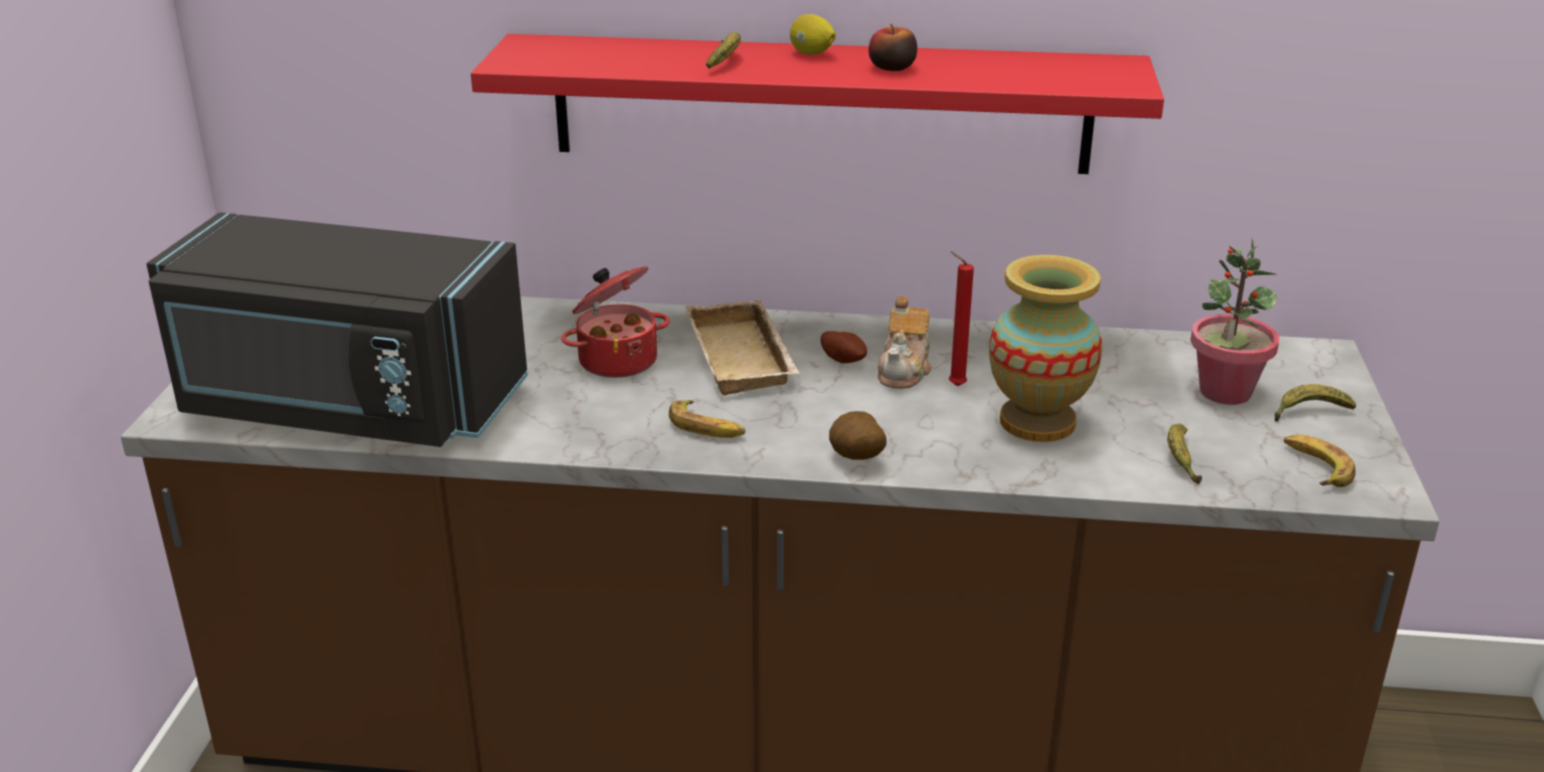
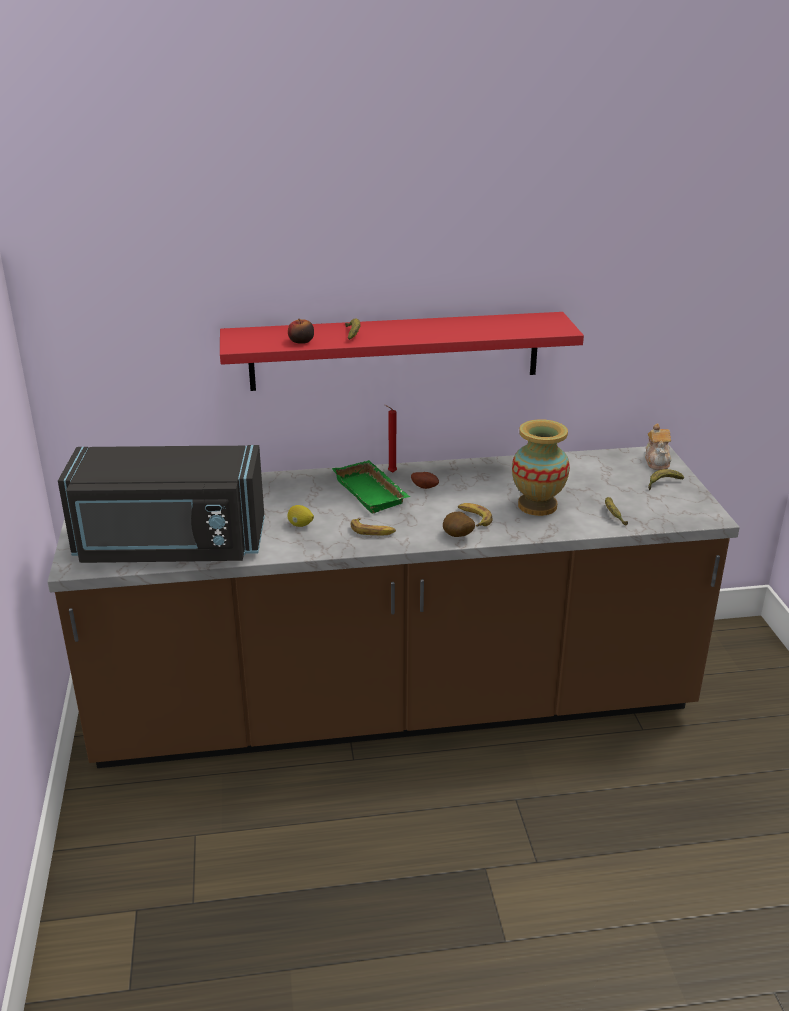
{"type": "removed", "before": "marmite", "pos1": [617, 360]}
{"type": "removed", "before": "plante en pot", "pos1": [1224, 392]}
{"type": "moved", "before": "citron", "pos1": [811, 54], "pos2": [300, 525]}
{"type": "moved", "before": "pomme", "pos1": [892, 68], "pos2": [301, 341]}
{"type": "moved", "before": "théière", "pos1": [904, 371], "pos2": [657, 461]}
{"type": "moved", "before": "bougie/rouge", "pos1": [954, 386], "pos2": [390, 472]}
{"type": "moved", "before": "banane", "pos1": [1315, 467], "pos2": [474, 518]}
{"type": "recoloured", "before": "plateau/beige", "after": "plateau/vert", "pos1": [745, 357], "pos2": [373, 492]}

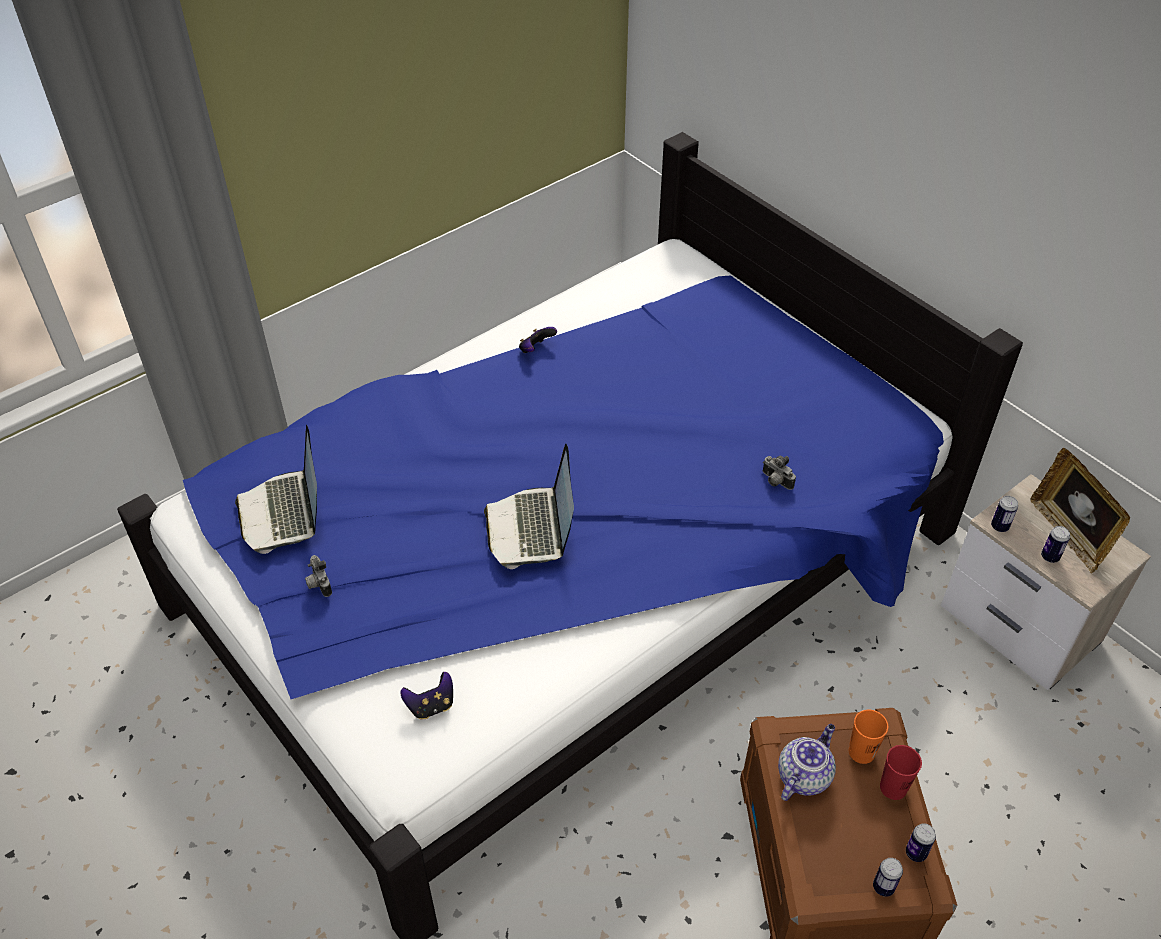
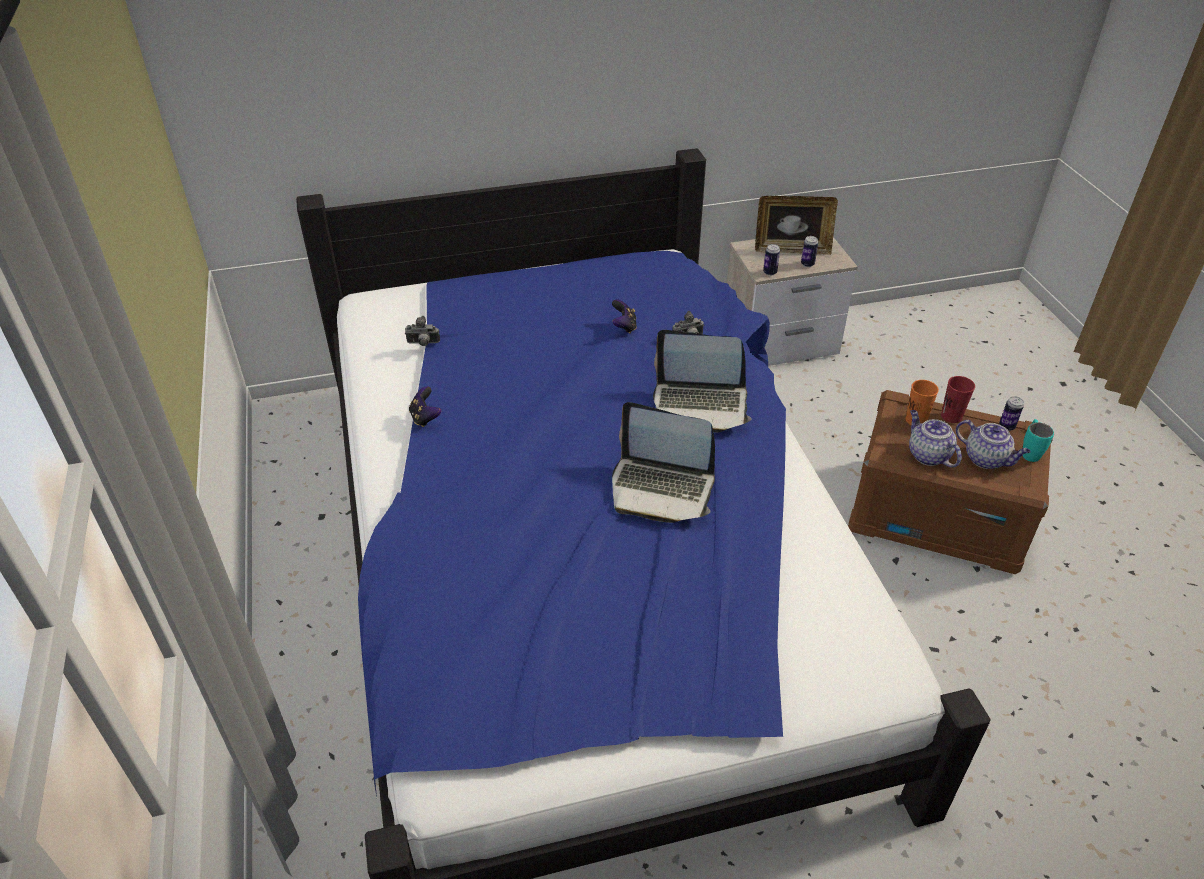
{"type": "added", "after": "théière", "pos2": [986, 459]}
{"type": "moved", "before": "ordinateur portable", "pos1": [284, 513], "pos2": [700, 405]}
{"type": "moved", "before": "appareil photo", "pos1": [318, 584], "pos2": [423, 344]}
{"type": "moved", "before": "manette", "pos1": [431, 706], "pos2": [624, 327]}
{"type": "replaced", "before": "boîte métallique", "after": "mug/turquoise", "pos1": [883, 887], "pos2": [1030, 452]}

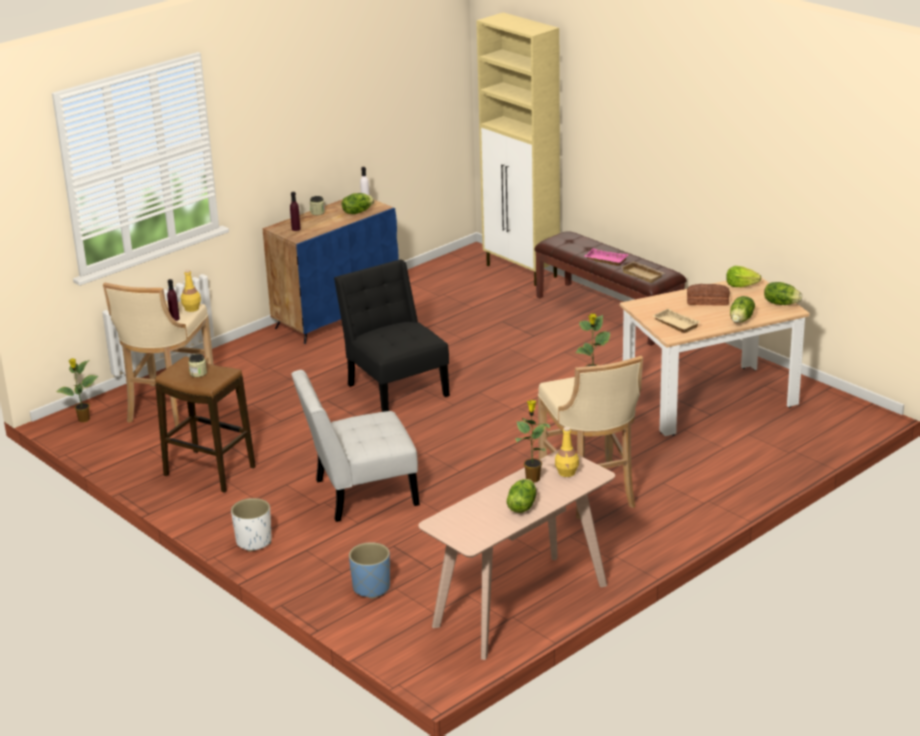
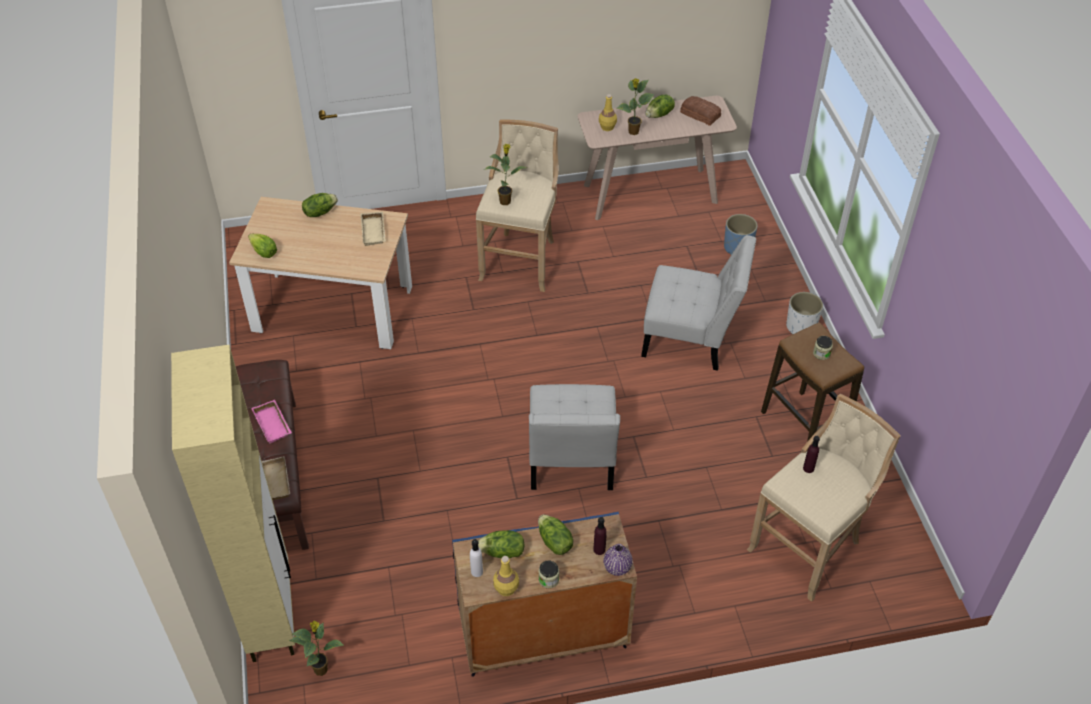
{"type": "added", "after": "vase/violet", "pos2": [617, 567]}
{"type": "moved", "before": "plante en pot", "pos1": [83, 420], "pos2": [321, 669]}
{"type": "moved", "before": "bouteille/jaune", "pos1": [191, 308], "pos2": [506, 588]}
{"type": "moved", "before": "plateau/beige", "pos1": [643, 275], "pos2": [274, 481]}
{"type": "moved", "before": "pain", "pos1": [708, 301], "pos2": [700, 114]}
{"type": "moved", "before": "laitue", "pos1": [781, 303], "pos2": [554, 542]}
{"type": "recoloured", "before": "chaise/noir", "after": "chaise/blanc", "pos1": [395, 388], "pos2": [571, 462]}

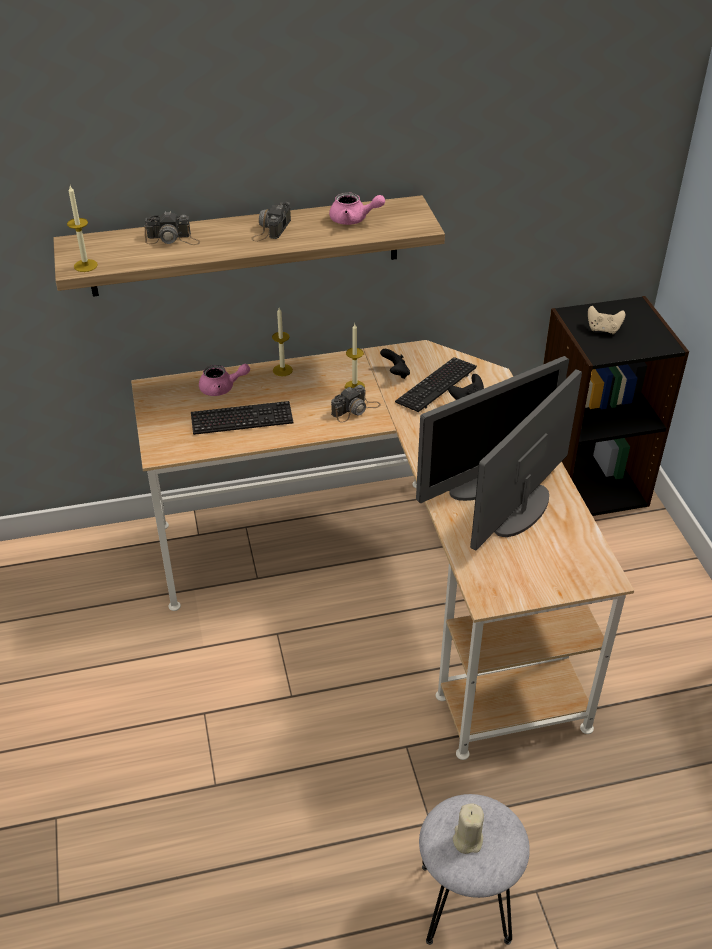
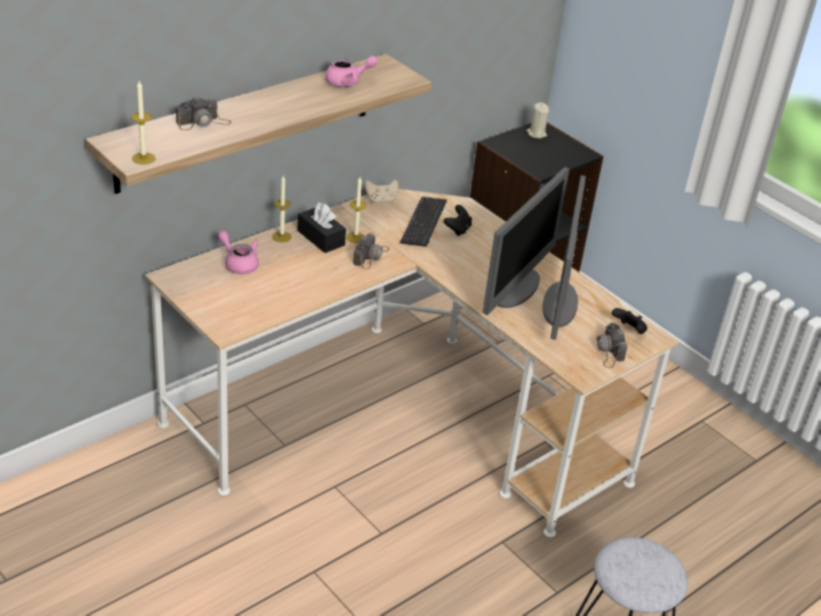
{"type": "removed", "before": "clavier", "pos1": [242, 420]}
{"type": "added", "after": "boîte à mouchoirs/noir", "pos2": [321, 238]}
{"type": "moved", "before": "appareil photo", "pos1": [271, 229], "pos2": [609, 351]}
{"type": "moved", "before": "manette/noir", "pos1": [395, 373], "pos2": [629, 330]}
{"type": "moved", "before": "bougie/beige", "pos1": [467, 839], "pos2": [536, 134]}
{"type": "moved", "before": "manette/beige", "pos1": [603, 329], "pos2": [381, 200]}
{"type": "turned", "before": "théière/rose", "pos1": [222, 388], "pos2": [239, 263], "turn": -105}

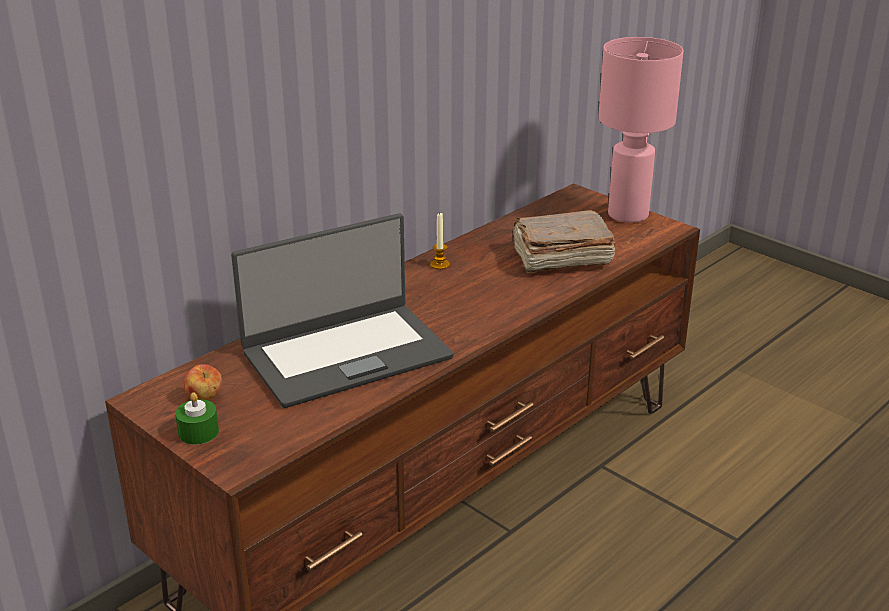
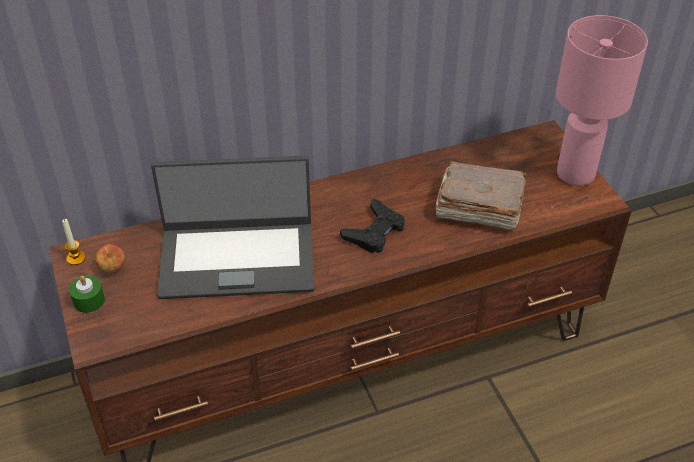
{"type": "added", "after": "manette/noir", "pos2": [374, 232]}
{"type": "moved", "before": "bougie", "pos1": [440, 265], "pos2": [76, 258]}

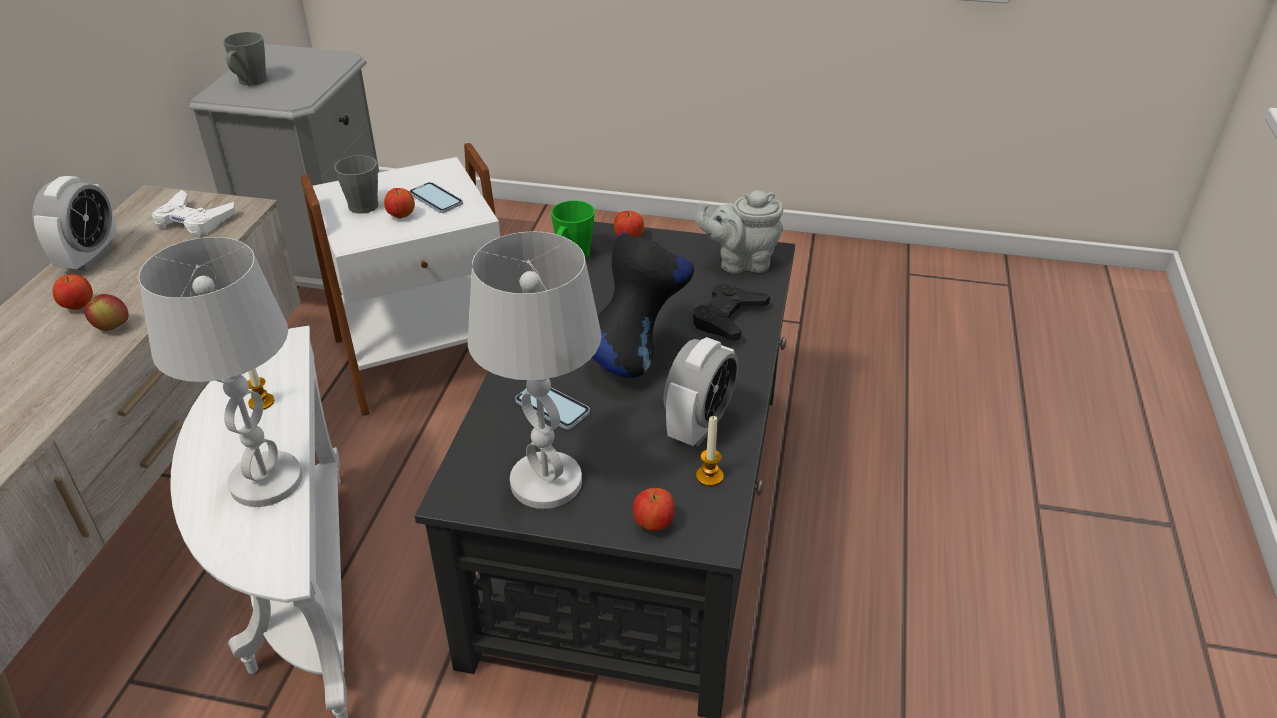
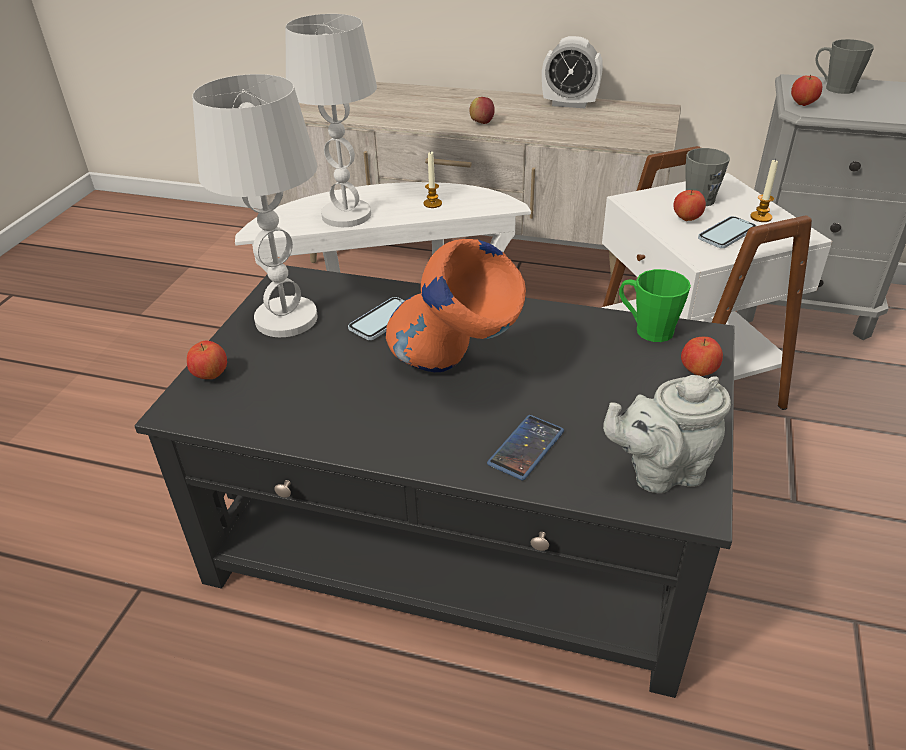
{"type": "removed", "before": "manette/blanc", "pos1": [193, 220]}
{"type": "removed", "before": "réveil", "pos1": [699, 426]}
{"type": "moved", "before": "pomme", "pos1": [78, 306], "pos2": [803, 104]}
{"type": "moved", "before": "bougie", "pos1": [709, 476], "pos2": [761, 217]}
{"type": "replaced", "before": "manette/noir", "after": "téléphone", "pos1": [728, 318], "pos2": [526, 448]}
{"type": "recoloured", "before": "vase/noir", "after": "vase/orange", "pos1": [636, 356], "pos2": [454, 372]}
{"type": "turned", "before": "théière/gris", "pos1": [741, 262], "pos2": [660, 471], "turn": -105}

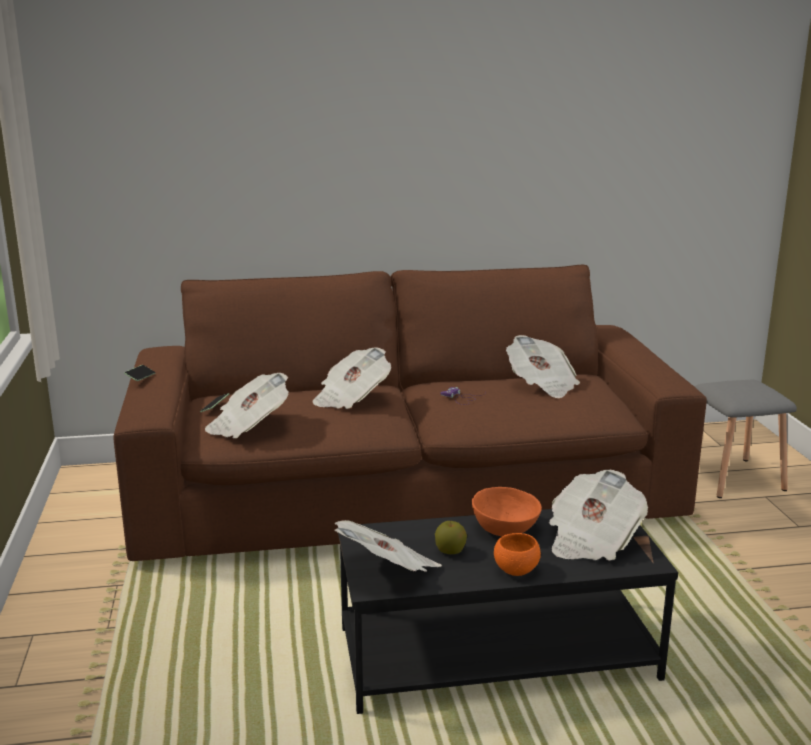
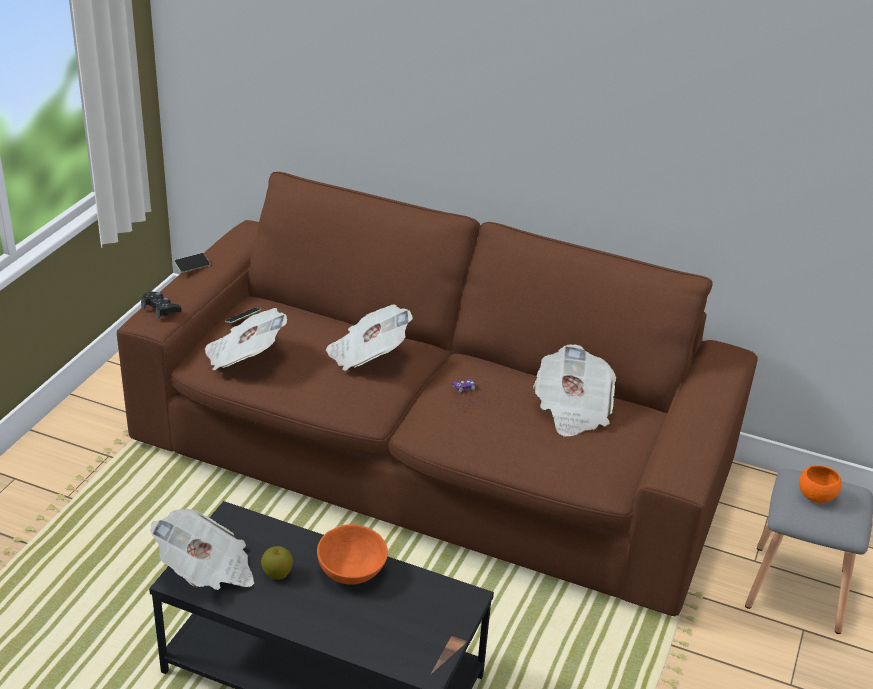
{"type": "removed", "before": "journal", "pos1": [591, 540]}
{"type": "added", "after": "manette/noir", "pos2": [161, 309]}
{"type": "moved", "before": "bol/orange", "pos1": [516, 570], "pos2": [816, 496]}

